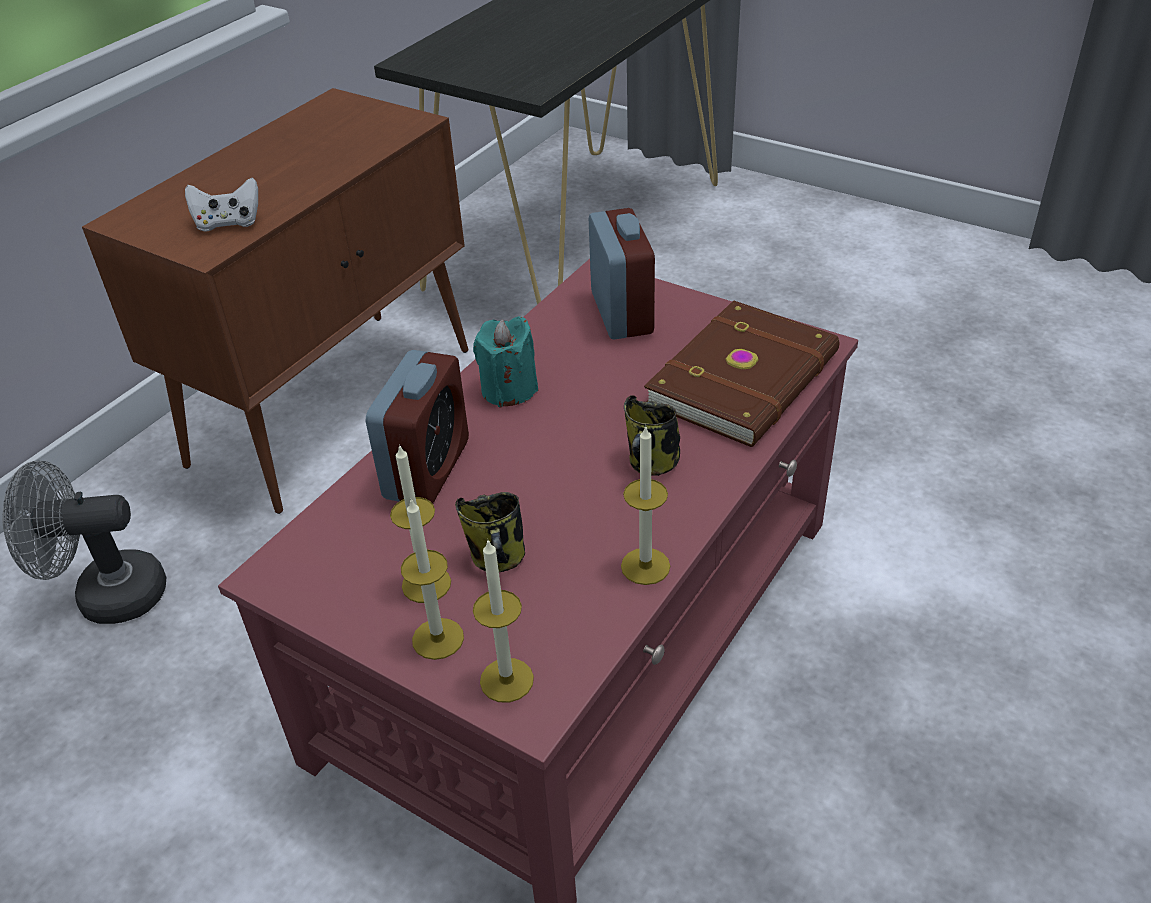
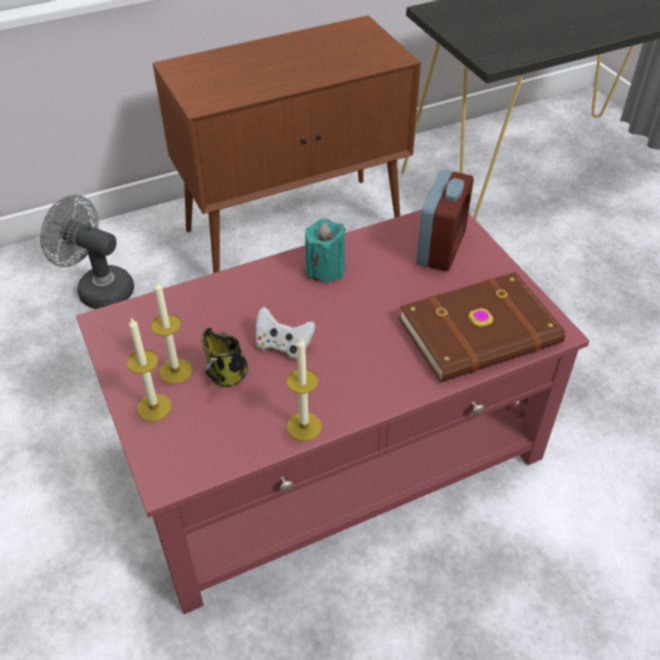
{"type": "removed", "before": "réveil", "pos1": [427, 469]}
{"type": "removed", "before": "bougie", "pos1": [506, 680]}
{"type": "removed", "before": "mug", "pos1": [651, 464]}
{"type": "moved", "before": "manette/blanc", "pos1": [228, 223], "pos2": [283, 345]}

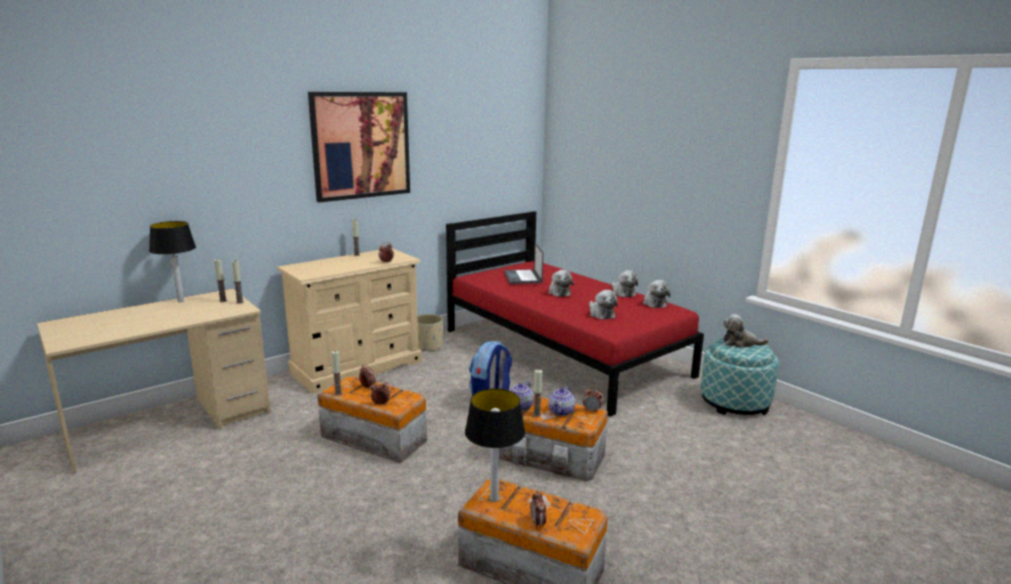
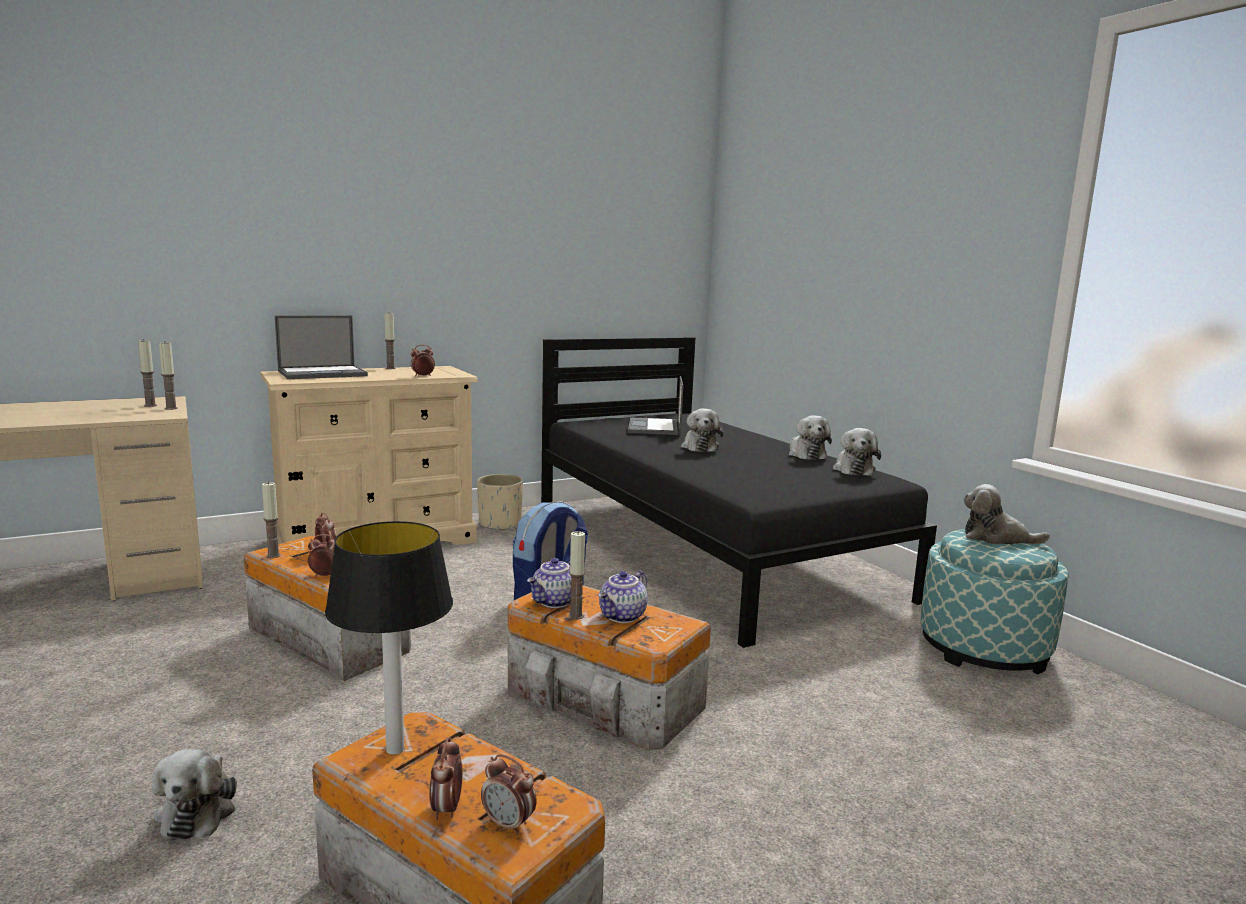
{"type": "removed", "before": "lampe de table", "pos1": [181, 301]}
{"type": "removed", "before": "tableau", "pos1": [361, 145]}
{"type": "added", "after": "ordinateur portable", "pos2": [323, 373]}
{"type": "moved", "before": "réveil", "pos1": [592, 411], "pos2": [508, 824]}
{"type": "moved", "before": "peluche", "pos1": [601, 314], "pos2": [198, 810]}
{"type": "recoloured", "before": "lit/rouge", "after": "lit/noir", "pos1": [563, 352], "pos2": [706, 548]}

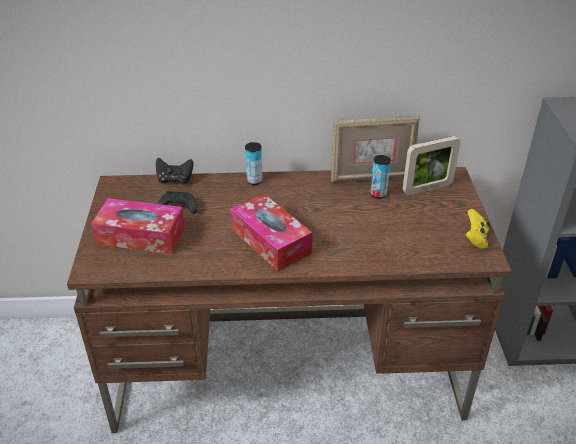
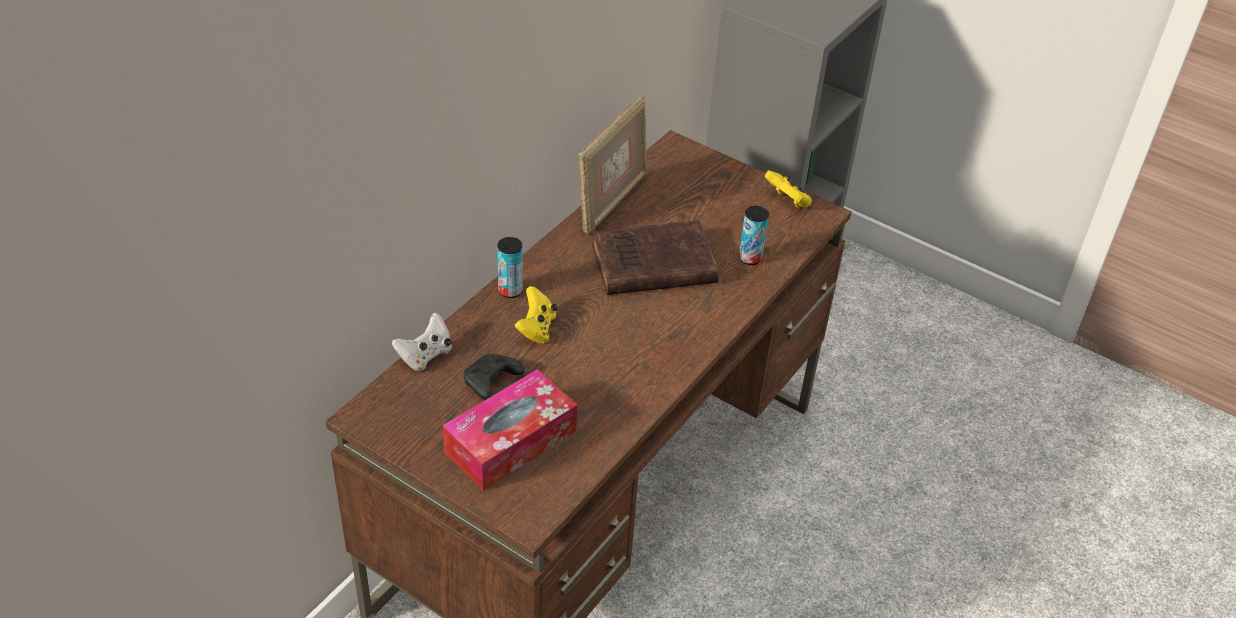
{"type": "removed", "before": "boîte à mouchoirs", "pos1": [270, 241]}
{"type": "removed", "before": "cadre photo", "pos1": [427, 188]}
{"type": "added", "after": "manette/jaune", "pos2": [536, 329]}
{"type": "added", "after": "livre/marron", "pos2": [650, 265]}
{"type": "moved", "before": "boîte métallique", "pos1": [378, 194], "pos2": [750, 258]}
{"type": "recoloured", "before": "manette/noir", "after": "manette/blanc", "pos1": [175, 180], "pos2": [425, 355]}

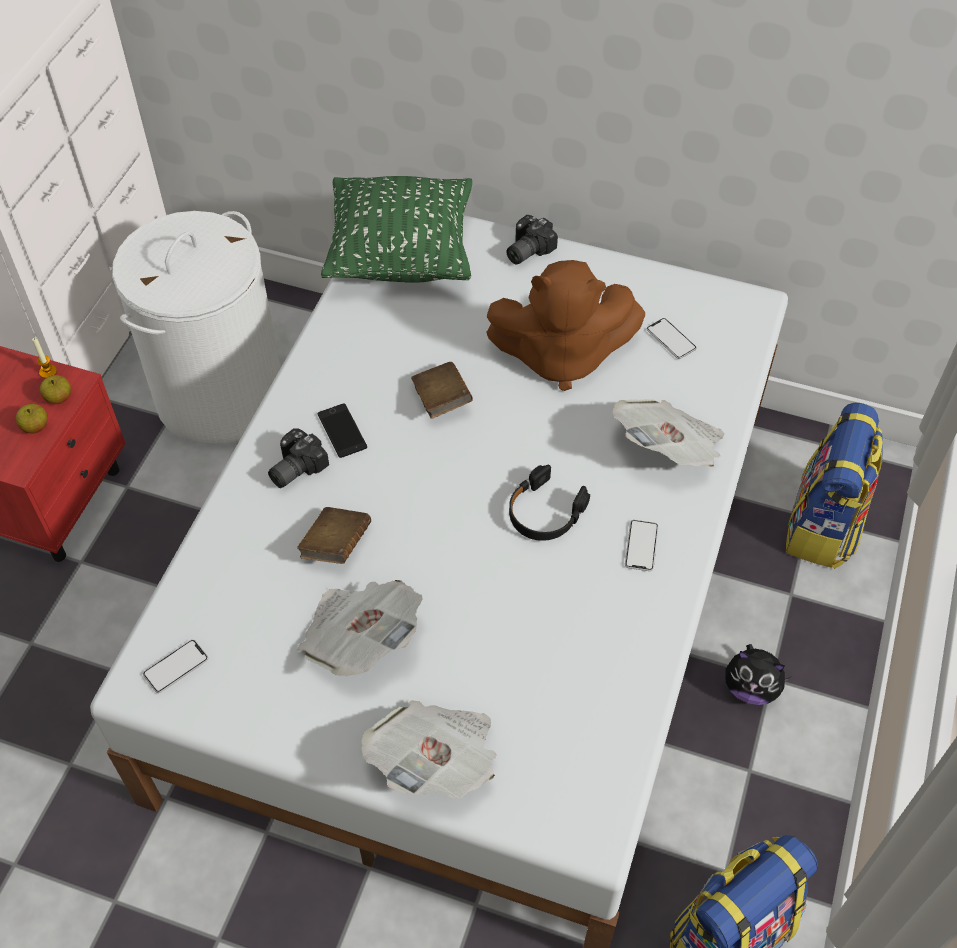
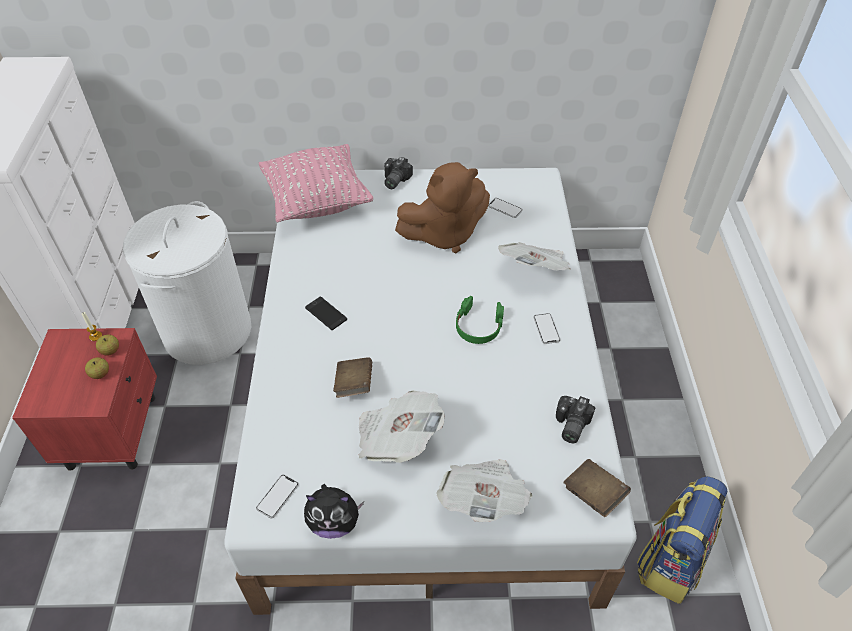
{"type": "removed", "before": "sac à dos", "pos1": [823, 527]}
{"type": "moved", "before": "appareil photo", "pos1": [294, 468], "pos2": [569, 425]}
{"type": "moved", "before": "livre/marron", "pos1": [441, 400], "pos2": [593, 494]}
{"type": "moved", "before": "peluche", "pos1": [750, 688], "pos2": [334, 522]}
{"type": "recoloured", "before": "coussin/vert", "after": "coussin/rose", "pos1": [401, 256], "pos2": [317, 202]}
{"type": "recoloured", "before": "casque audio/noir", "after": "casque audio/vert", "pos1": [544, 512], "pos2": [478, 326]}

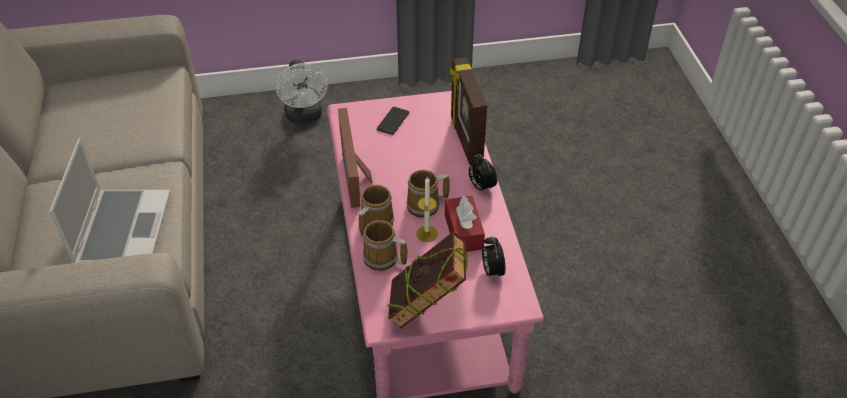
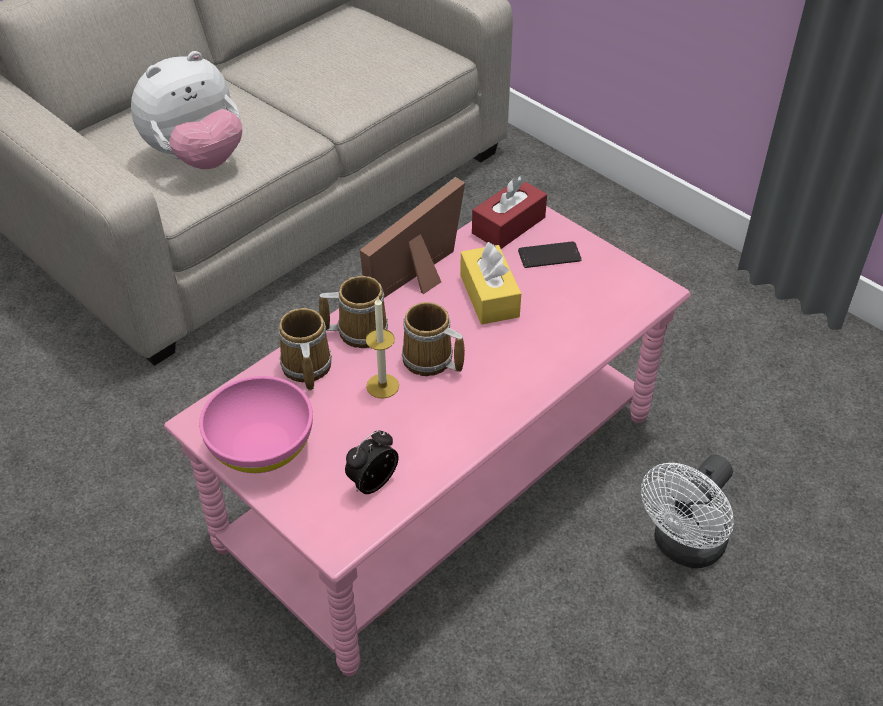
{"type": "removed", "before": "cadre photo", "pos1": [465, 140]}
{"type": "removed", "before": "réveil", "pos1": [481, 187]}
{"type": "added", "after": "boîte à mouchoirs/jaune", "pos2": [489, 296]}
{"type": "moved", "before": "ventilateur/blanc", "pos1": [305, 116], "pos2": [683, 547]}
{"type": "moved", "before": "boîte à mouchoirs/rouge", "pos1": [463, 232], "pos2": [508, 225]}
{"type": "replaced", "before": "ordinateur portable", "after": "peluche", "pos1": [122, 228], "pos2": [197, 158]}
{"type": "replaced", "before": "livre", "after": "bol/rose", "pos1": [427, 306], "pos2": [261, 447]}

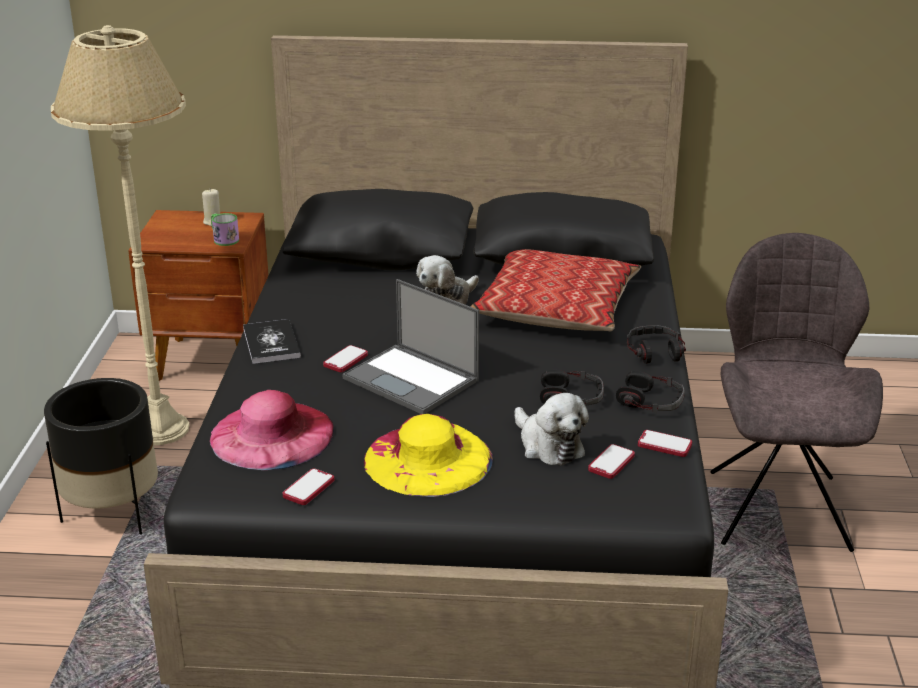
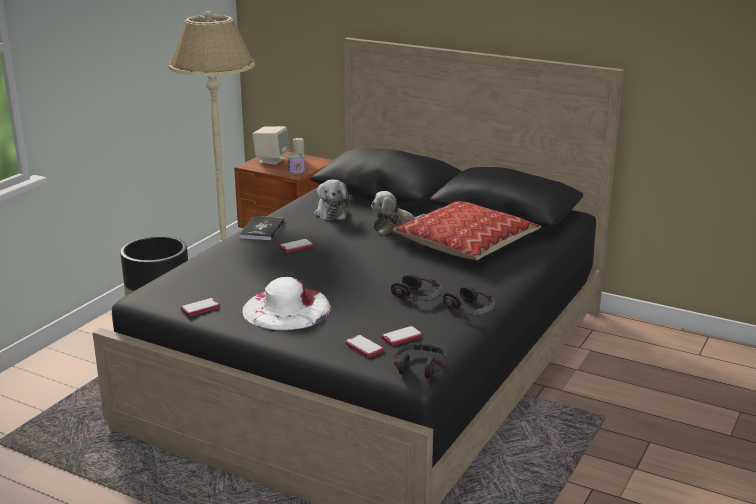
{"type": "removed", "before": "chapeau/rose", "pos1": [272, 434]}
{"type": "removed", "before": "ordinateur portable", "pos1": [412, 380]}
{"type": "removed", "before": "chaise/gris", "pos1": [778, 506]}
{"type": "added", "after": "enceinte/beige", "pos2": [271, 160]}
{"type": "moved", "before": "peluche", "pos1": [548, 445], "pos2": [331, 212]}
{"type": "moved", "before": "casque audio", "pos1": [654, 351], "pos2": [420, 366]}
{"type": "moved", "before": "téléphone", "pos1": [664, 445], "pos2": [364, 347]}
{"type": "recoloured", "before": "chapeau/jaune", "after": "chapeau/blanc", "pos1": [428, 459], "pos2": [287, 309]}

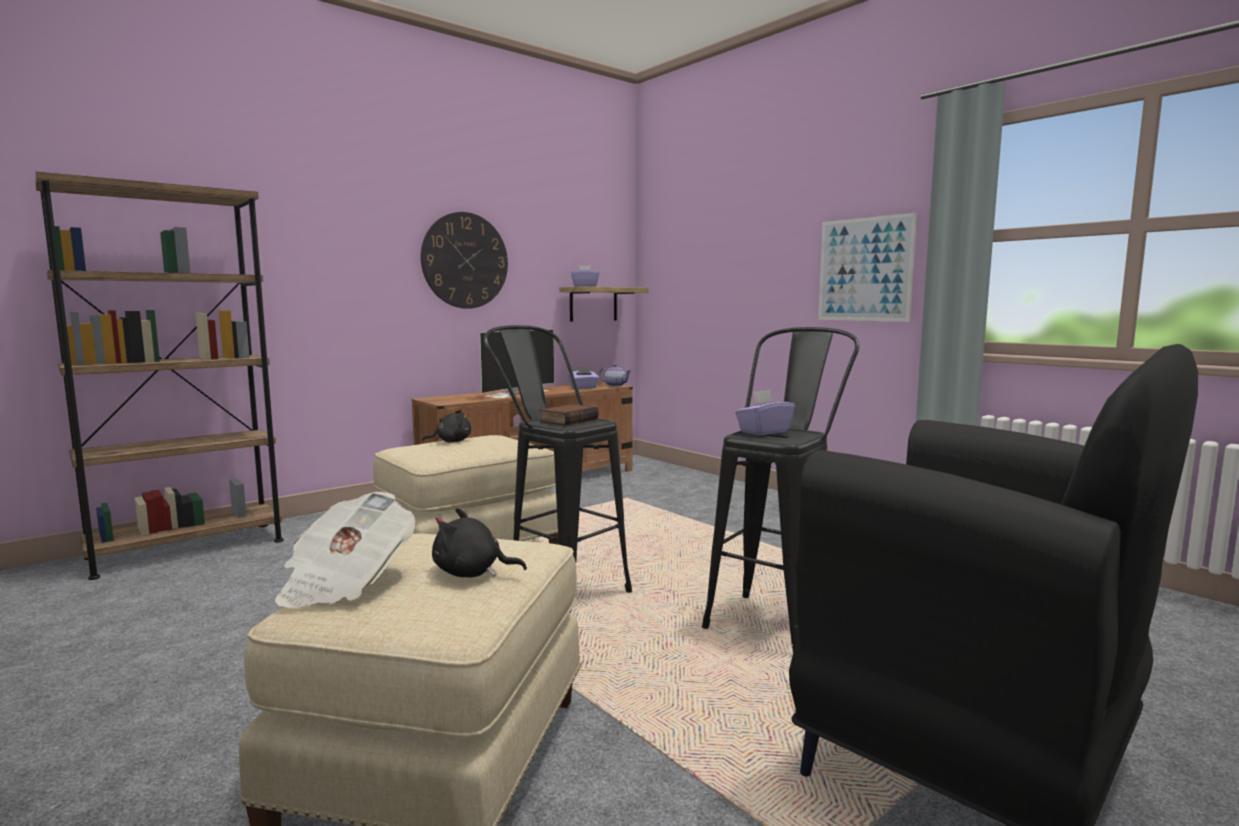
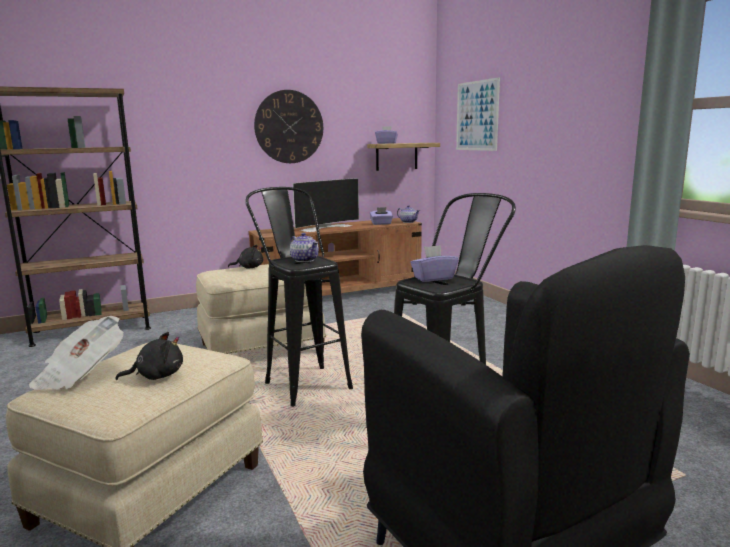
{"type": "moved", "before": "tableau", "pos1": [864, 269], "pos2": [477, 116]}
{"type": "replaced", "before": "livre", "after": "théière", "pos1": [568, 420], "pos2": [304, 260]}
{"type": "turned", "before": "peluche/noir", "pos1": [472, 573], "pos2": [157, 376], "turn": 135}

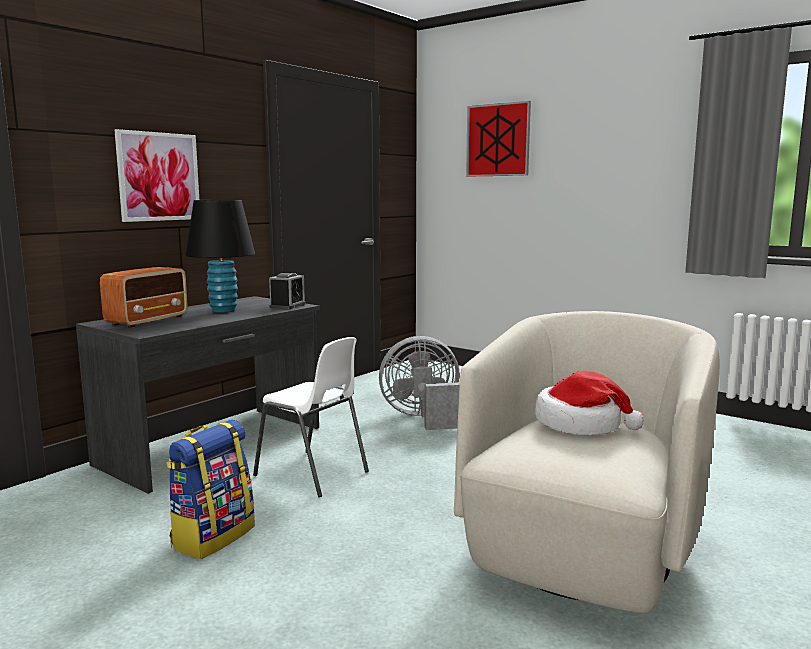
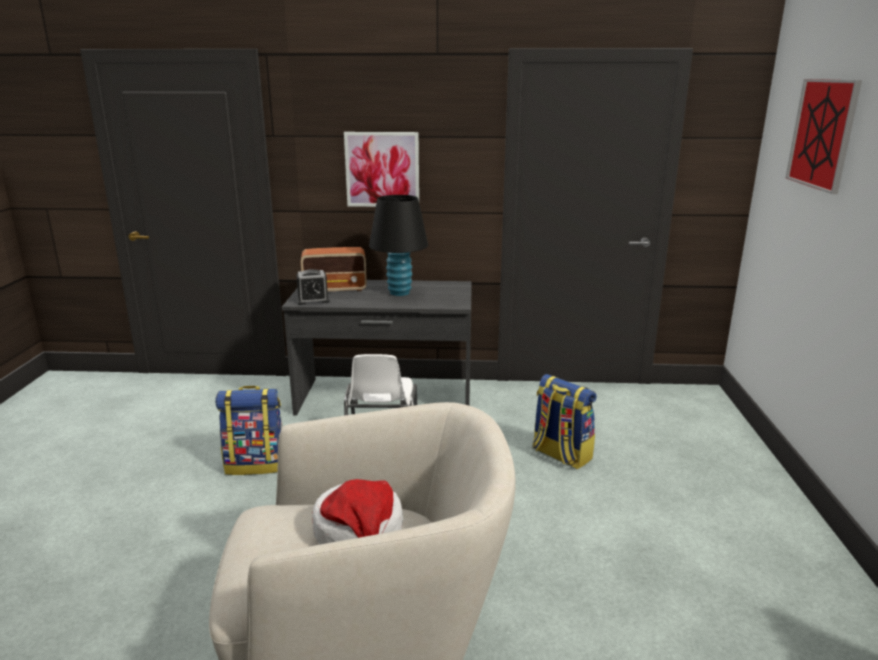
{"type": "moved", "before": "réveil", "pos1": [287, 306], "pos2": [313, 300]}
{"type": "replaced", "before": "ventilateur/gris", "after": "sac à dos", "pos1": [424, 418], "pos2": [560, 455]}

